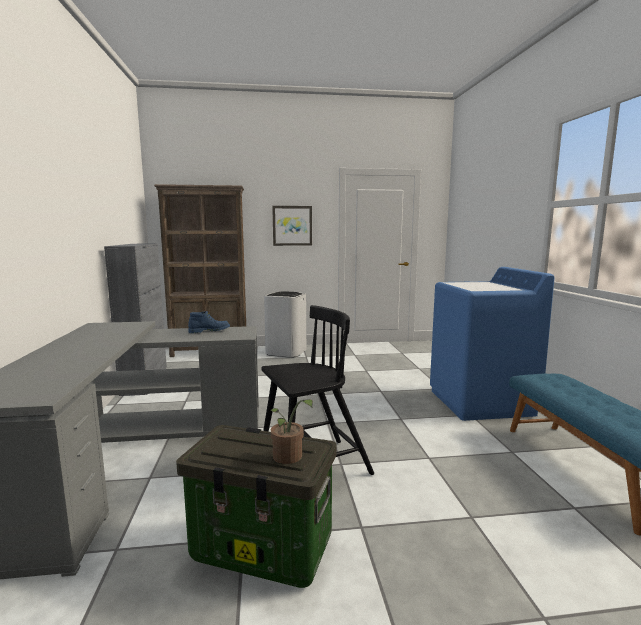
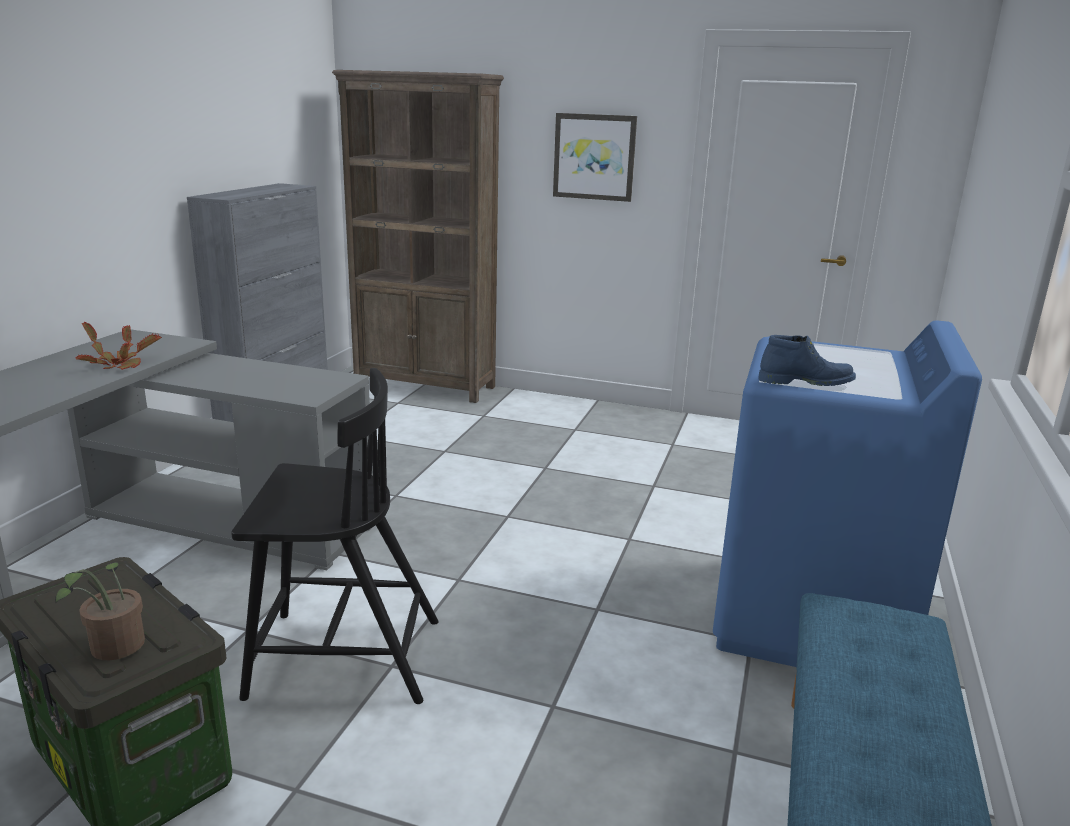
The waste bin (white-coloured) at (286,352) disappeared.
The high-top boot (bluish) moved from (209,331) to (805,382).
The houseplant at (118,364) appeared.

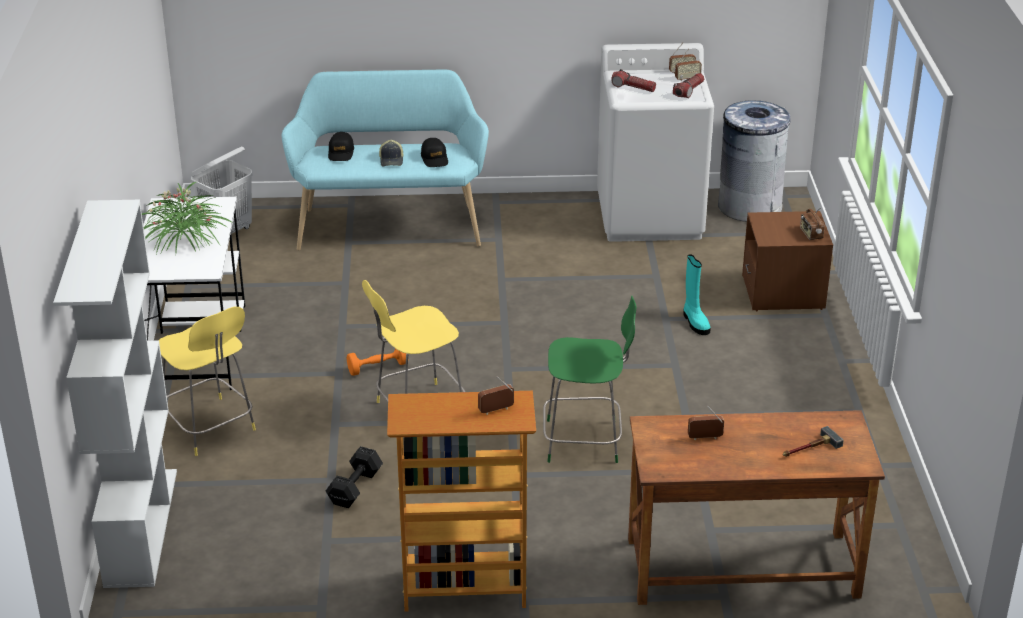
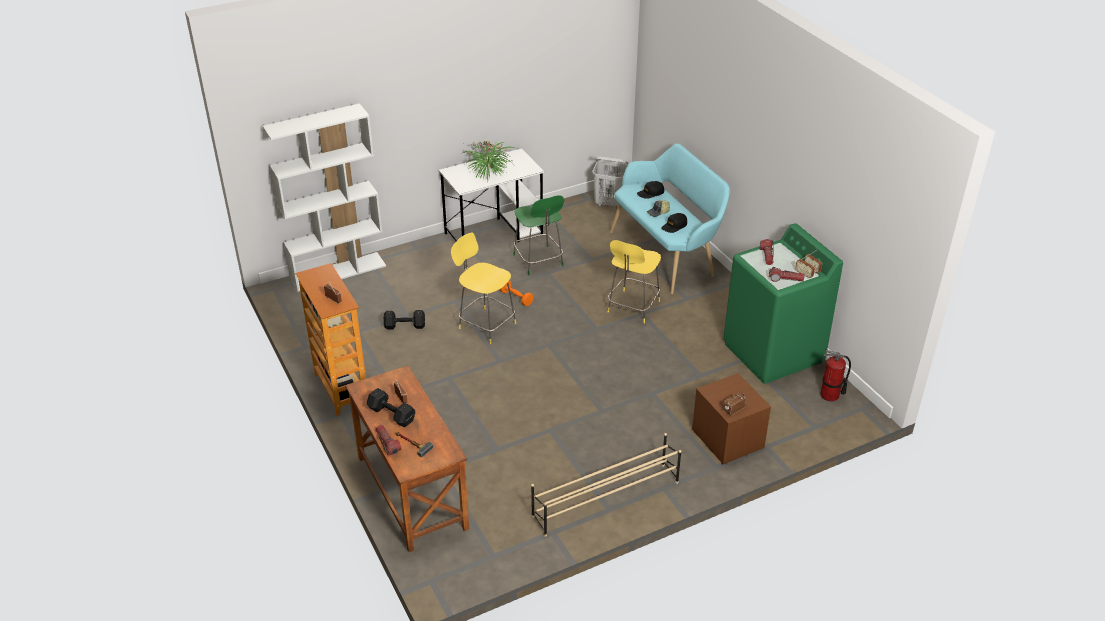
The laundry machine (white-coloured) at (650,216) became the laundry machine (green-coloured) at (773,353).
The waste bin (gray) at (749,206) was replaced by the fire extinguisher at (830,395).
The high-top boot (blue-green) at (695,322) disappeared.
The stool (green-coloured) moved from (585,441) to (539,261).
The stool (yellow) moved from (210,428) to (632,307).
The dumbbell (black-coloured) at (391,414) appeared.
The hand torch at (387,443) appeared.
The shoe stand (beige-coloured) at (605,499) appeared.

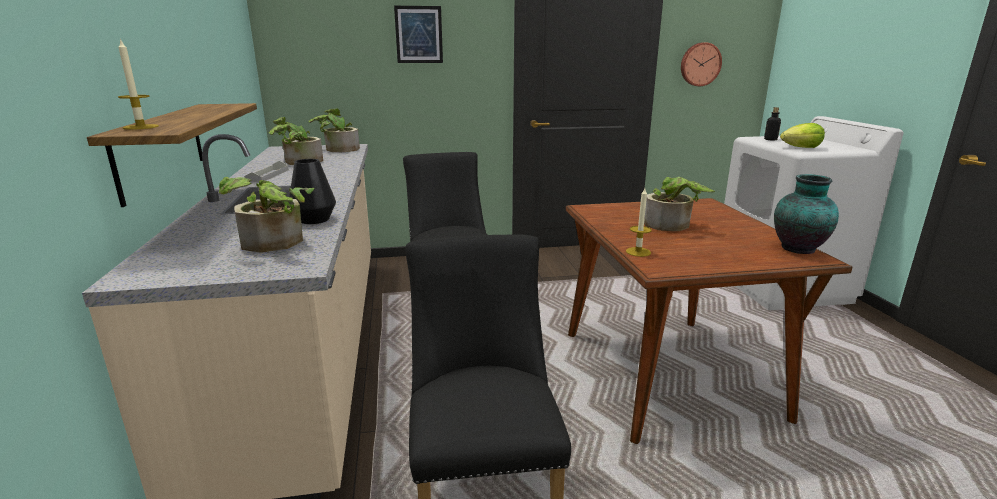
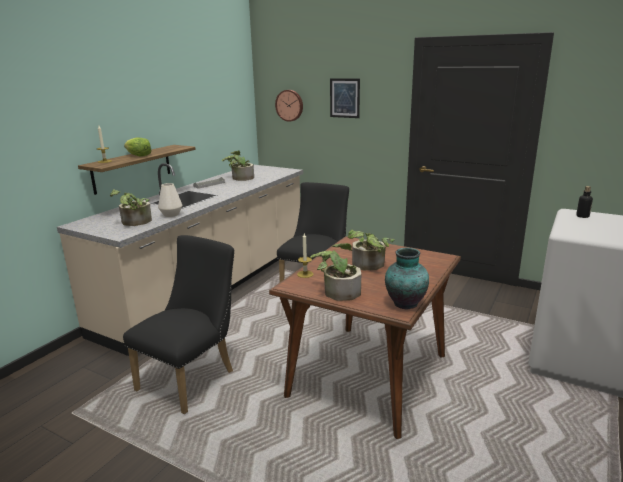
The wall clock moved from (700,64) to (290,105).
The houseplant moved from (338,149) to (337,290).
The head of lettuce moved from (801,148) to (138,156).
The vase (black-coloured) at (314,220) became the vase (white-coloured) at (171,214).

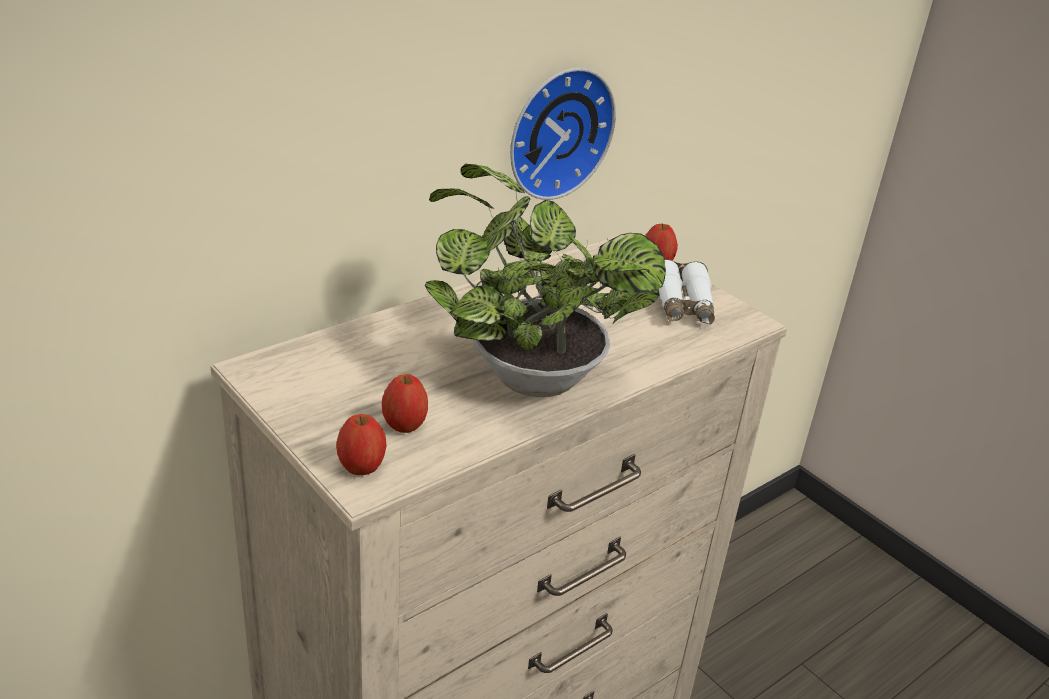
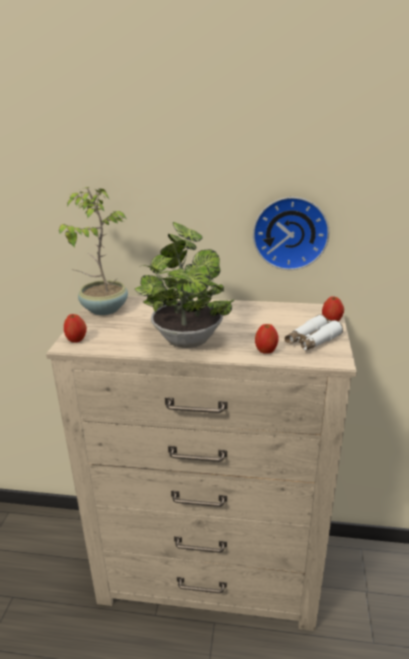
The apple moved from (405,424) to (266,350).
The houseplant at (103,309) appeared.

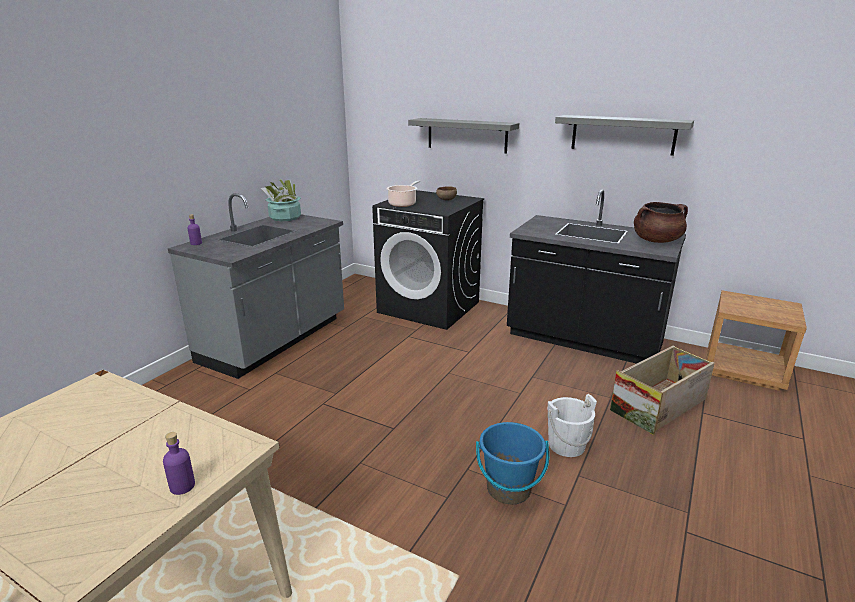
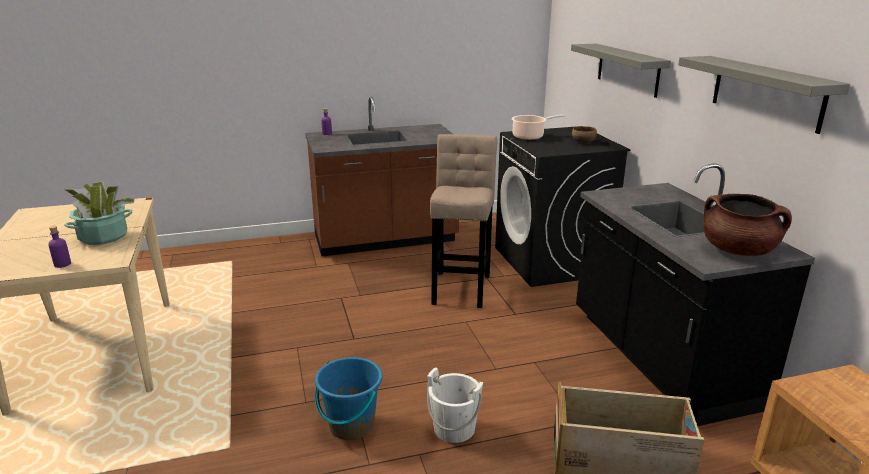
The houseplant moved from (285,217) to (103,237).
The kitchen counter (gray) at (276,340) became the kitchen counter (brownish) at (385,240).
The stool (beige-coloured) at (461,287) appeared.

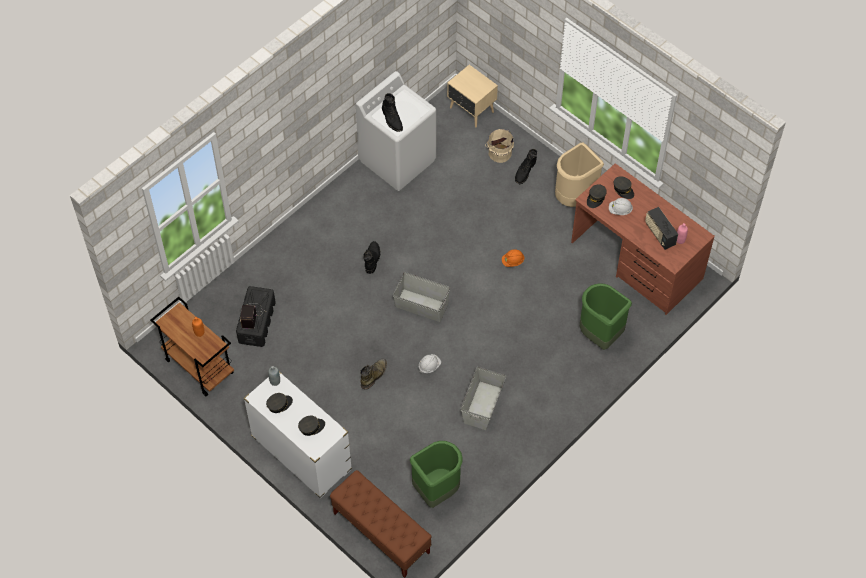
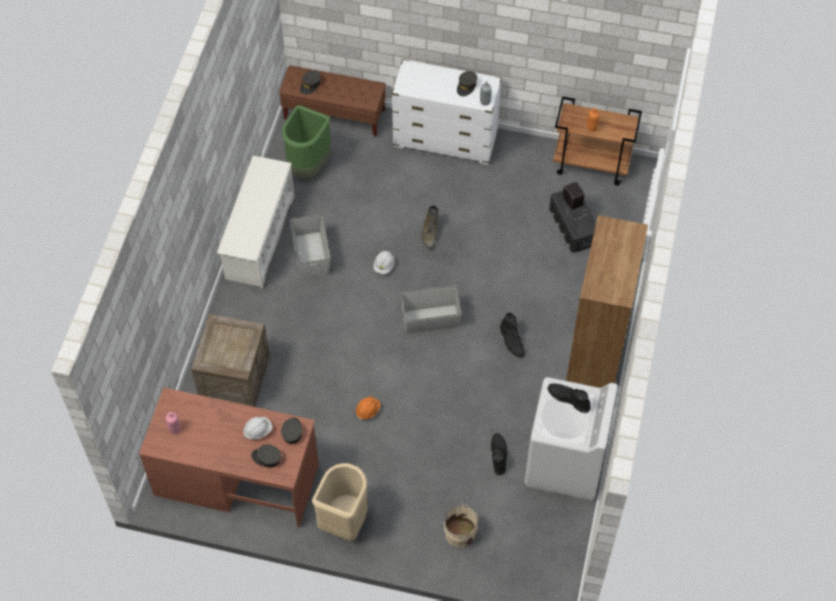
The bedside table (beige-coloured) at (471,111) disappeared.
The high-top boot (black-coloured) moved from (525,171) to (498,455).
The radio at (659,234) disappeared.
The waste bin (green-coloured) at (599,335) was replaced by the crate at (234,377).
The peaked cap (gray) moved from (311,427) to (310,85).
The shoe stand (white-coloured) at (260,237) appeared.
The bookshelf (brownish) at (592,372) appeared.

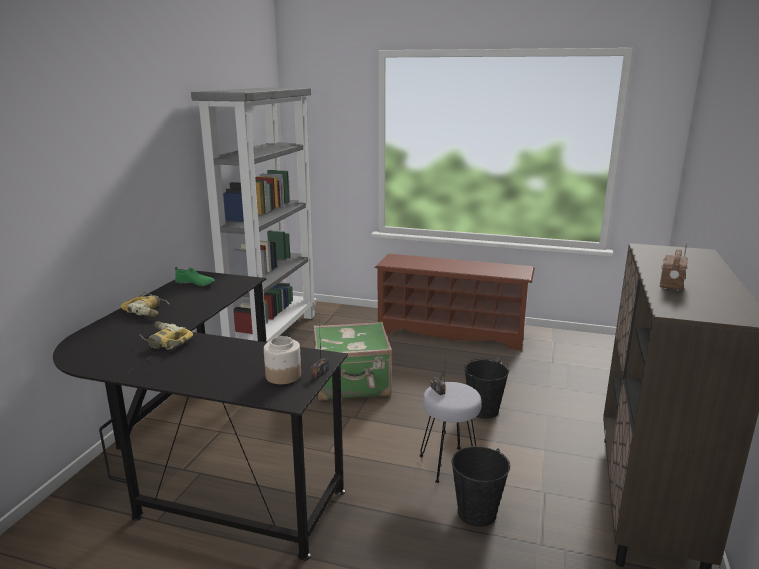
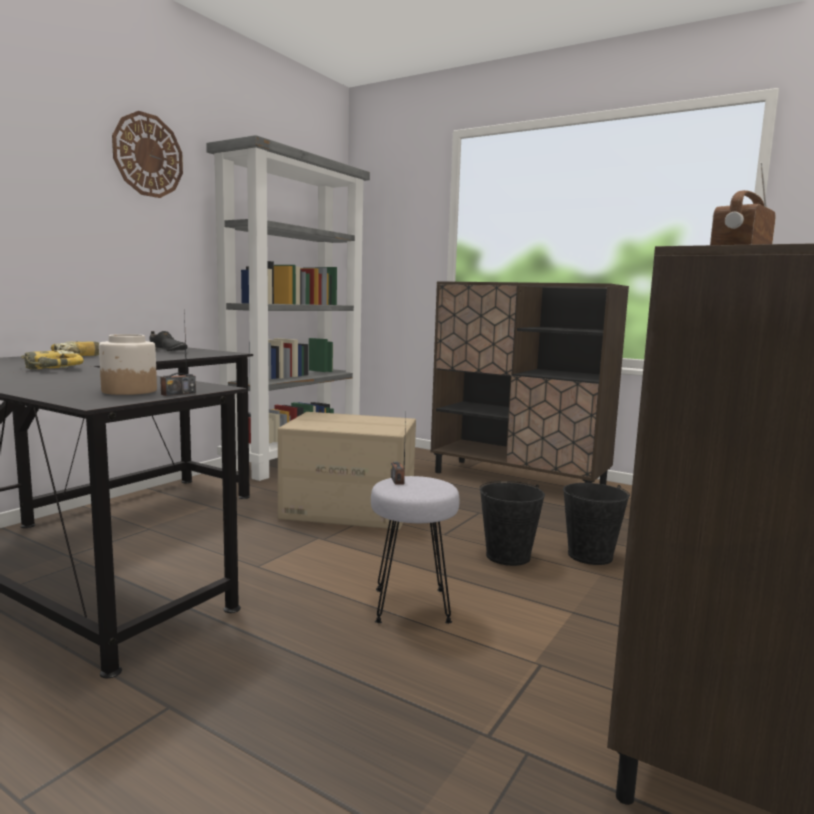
The shoe stand (brownish) at (452,332) was replaced by the storage cabinet (brownish) at (518,480).
The shoe (green-coloured) at (195,283) became the shoe (black-coloured) at (168,350).
The piece of luggage (green-coloured) at (352,384) was replaced by the cardboard box at (349,509).
The water bucket (black-coloured) moved from (476,512) to (589,555).
The wall clock at (148,155) appeared.

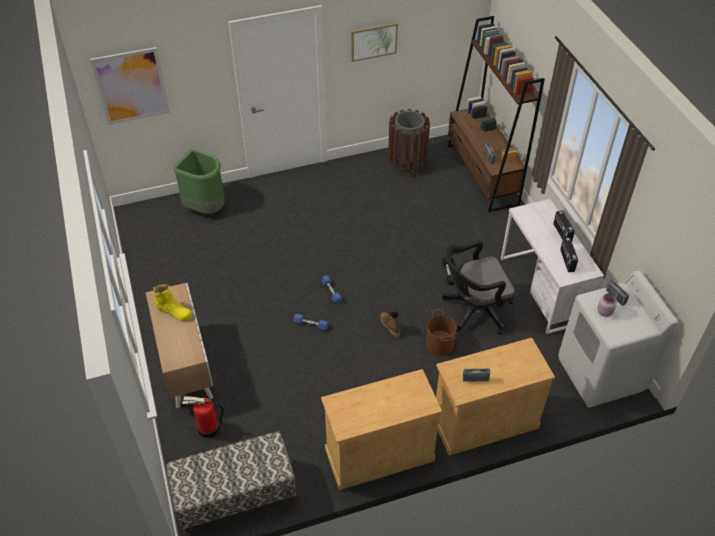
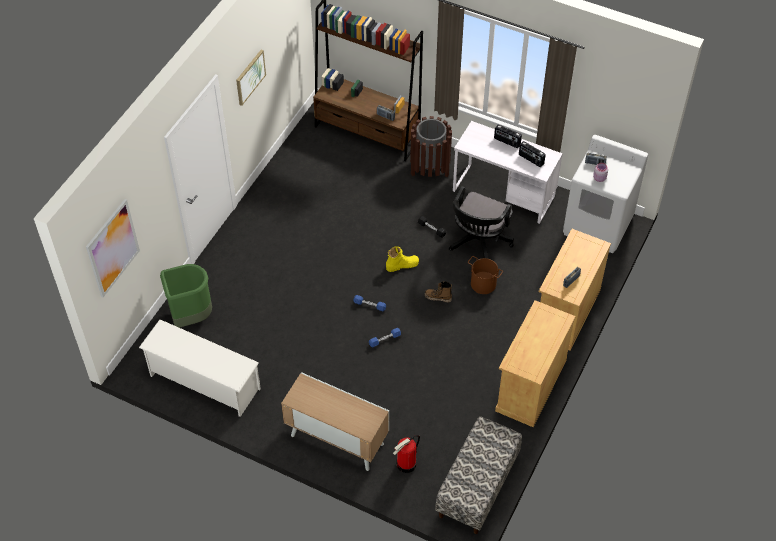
The waste bin (brownish) moved from (407,165) to (430,169).
The high-top boot (yellow) moved from (174,311) to (402,265).
The shoe stand (white-coloured) at (204,382) appeared.

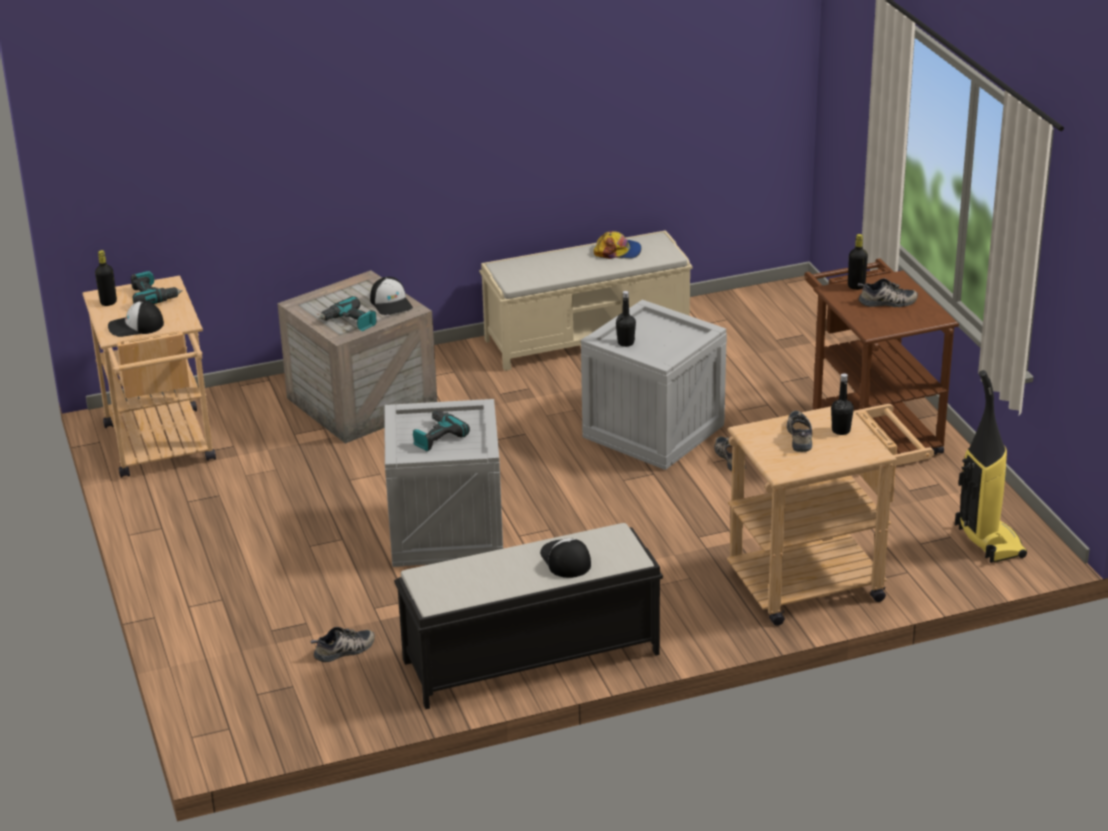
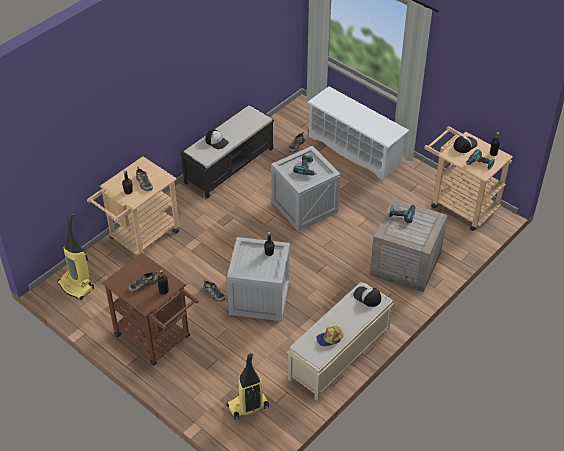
The peaked cap moved from (391,303) to (367,297).
The shoe stand (white-coloured) at (355,150) appeared.
The hoover at (248,407) appeared.

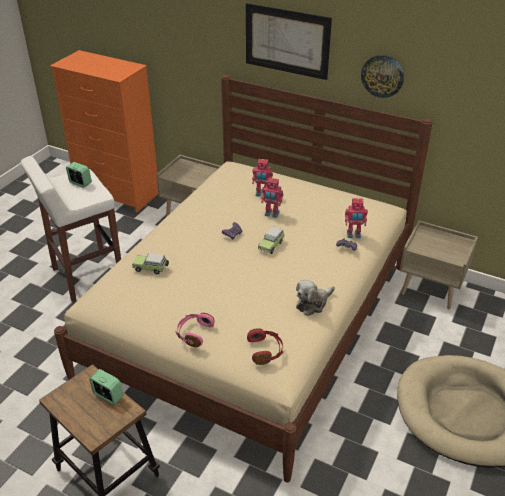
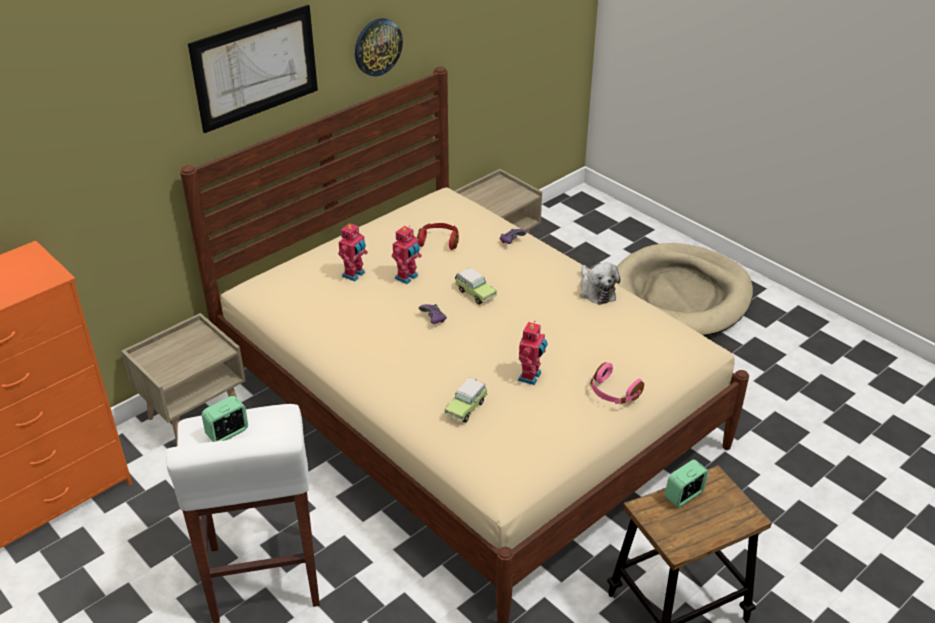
The robot figure moved from (353,235) to (531,377).
The pair of headphones (red) moved from (265,351) to (439,241).

